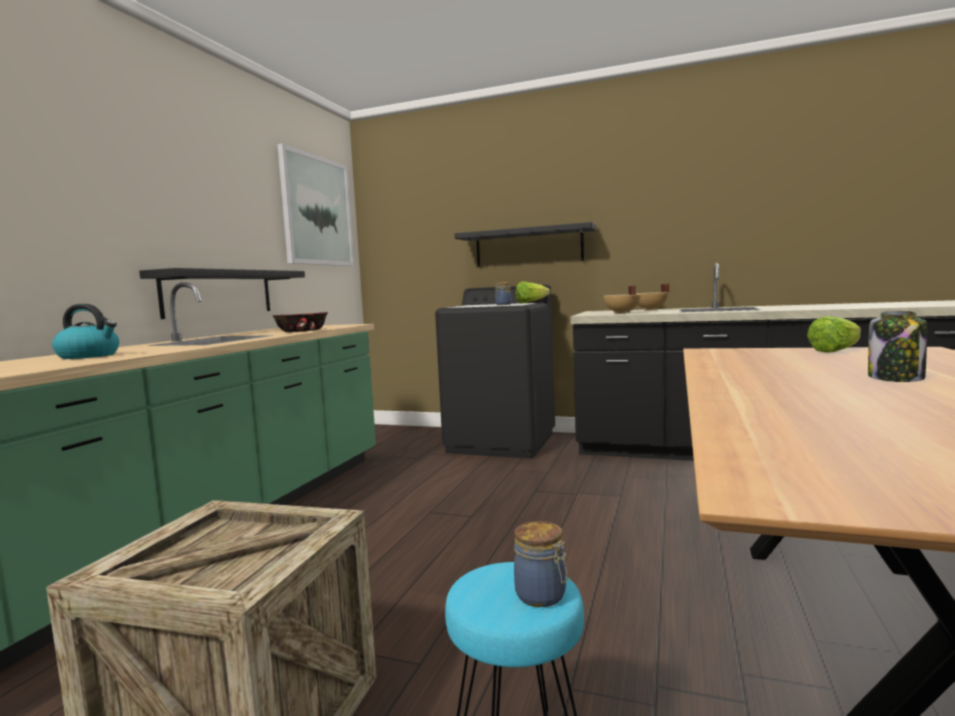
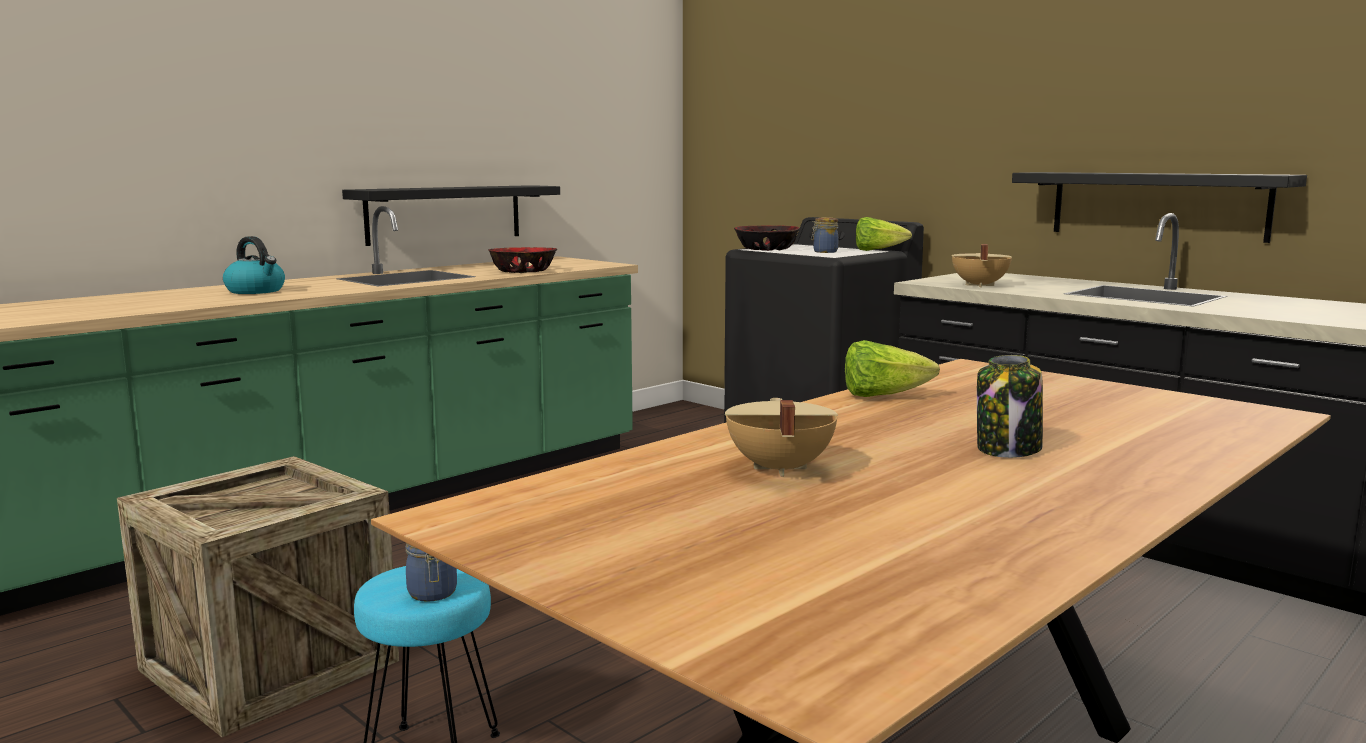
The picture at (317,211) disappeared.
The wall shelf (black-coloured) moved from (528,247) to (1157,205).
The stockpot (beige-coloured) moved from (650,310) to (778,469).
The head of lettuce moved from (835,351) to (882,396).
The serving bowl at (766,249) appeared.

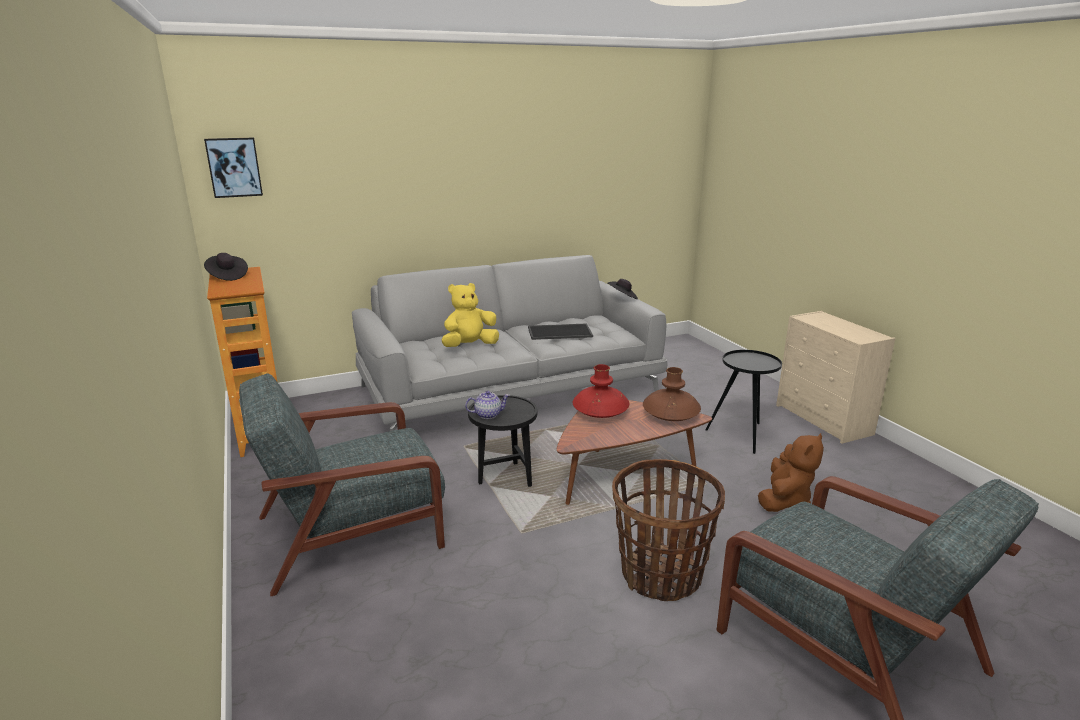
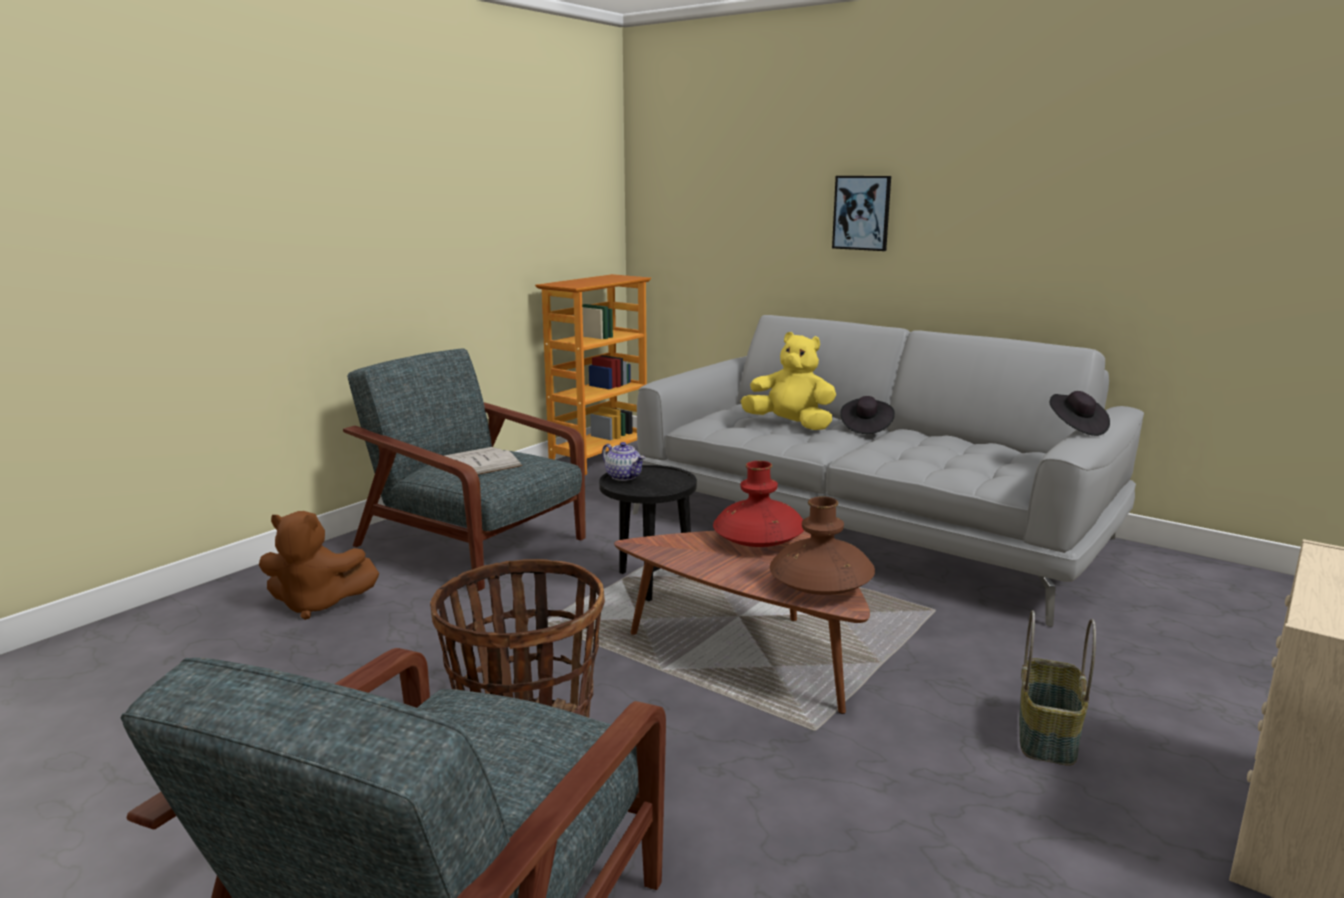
The picture moved from (234,167) to (862,213).
The clothing hat (black-coloured) moved from (227,276) to (865,427).
The serving tray at (560,332) disappeared.
The side table (black-coloured) at (742,435) was replaced by the basket at (1049,736).
The plush toy (brownish) moved from (784,500) to (317,604).
The book (white-coloured) at (480,462) appeared.

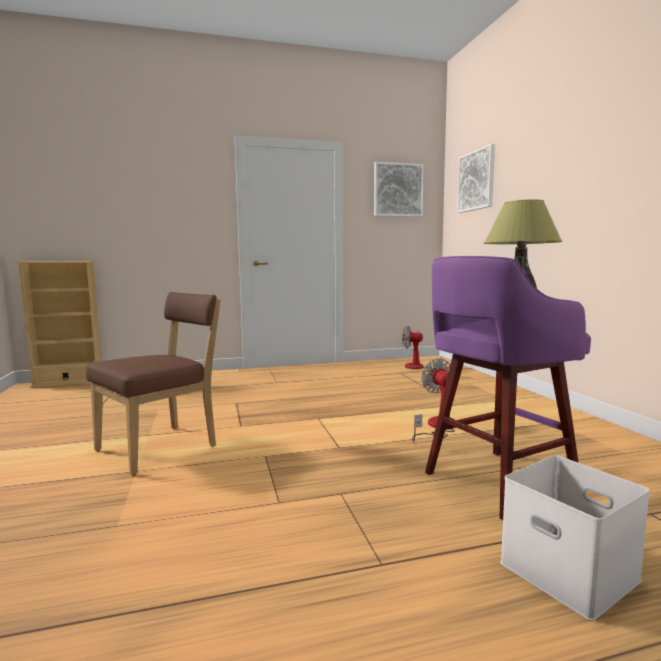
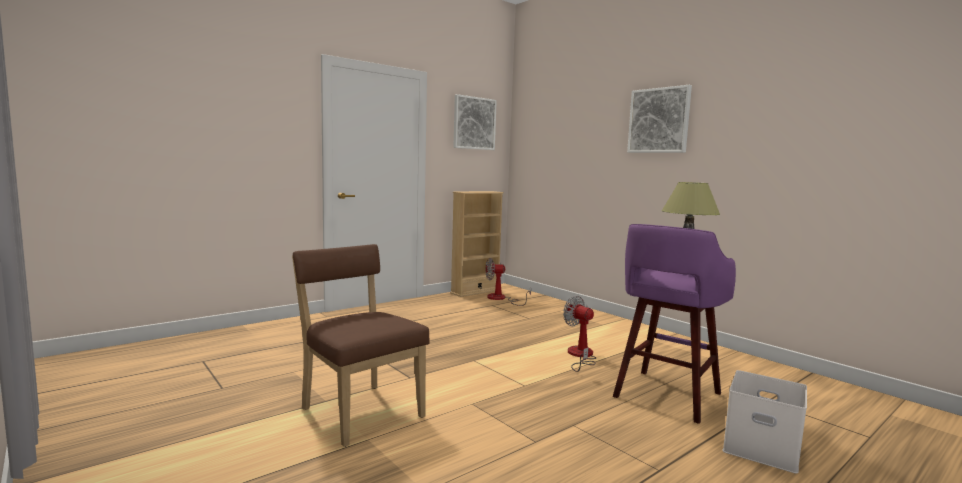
The picture moved from (476,180) to (659,120).
The bookshelf (beige-coloured) moved from (68,383) to (475,291).
The plain chair (brownish) at (162,447) turned 60 degrees counterclockwise.

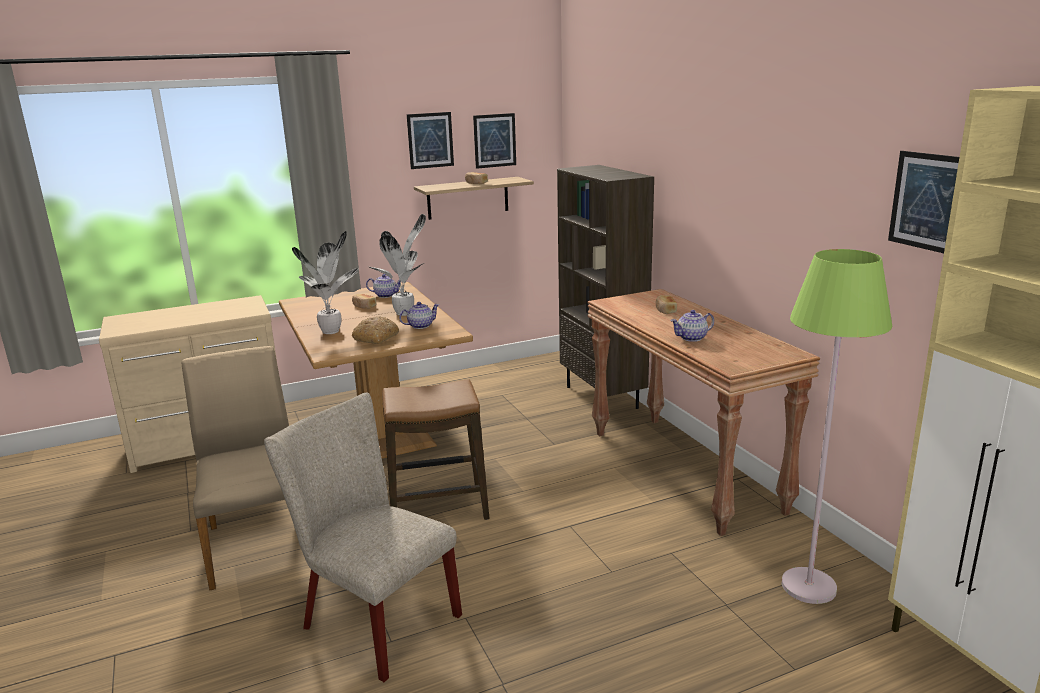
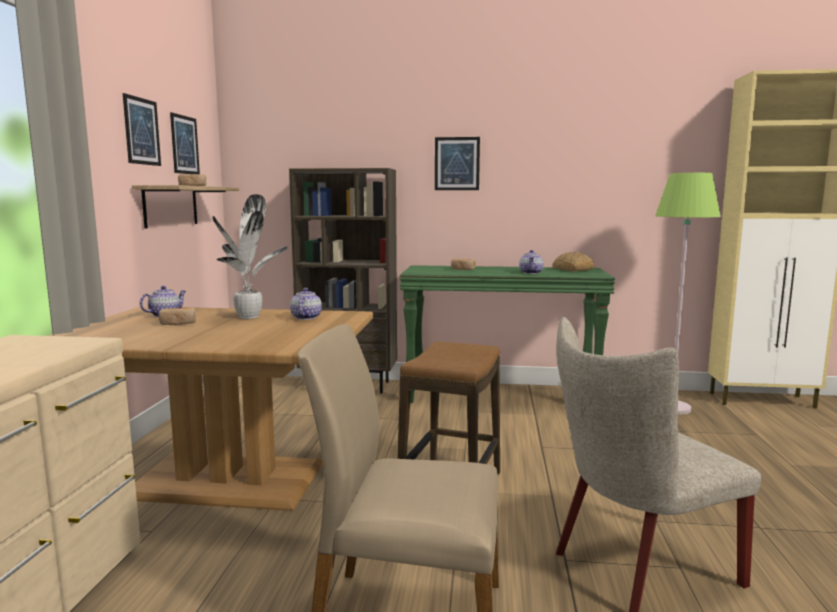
The picture moved from (928,201) to (457,163).
The houseplant at (332,332) disappeared.
The narrow table (brownish) at (685,470) became the narrow table (green-coloured) at (501,395).
The bread moved from (376,337) to (572,269).

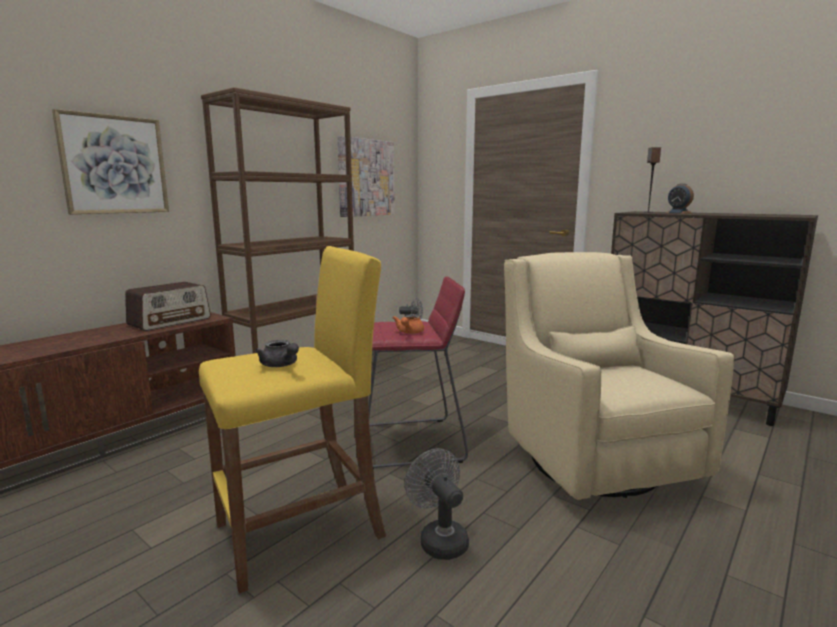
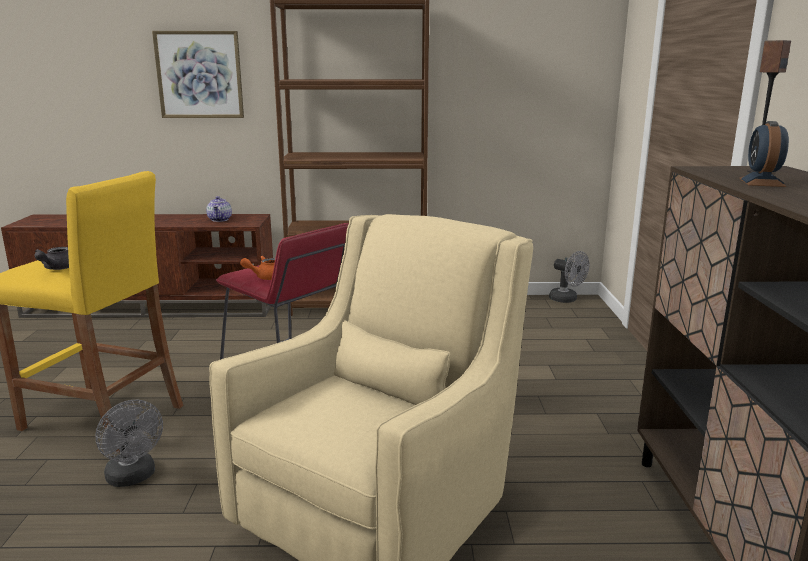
The picture at (366,178) disappeared.
The radio at (170,321) was replaced by the pot for tea at (220,220).
The electric fan (gray) at (439,539) turned 120 degrees clockwise.

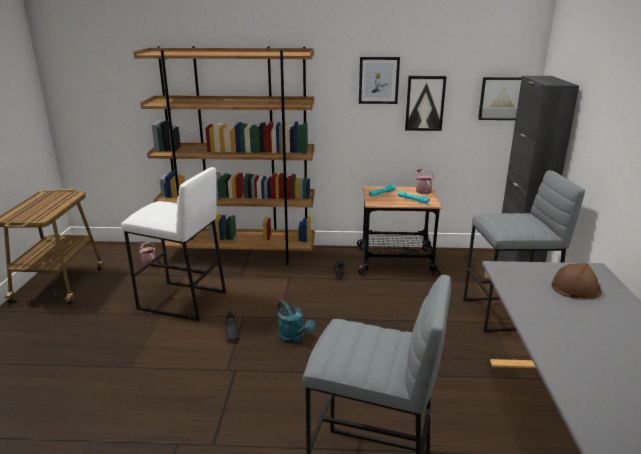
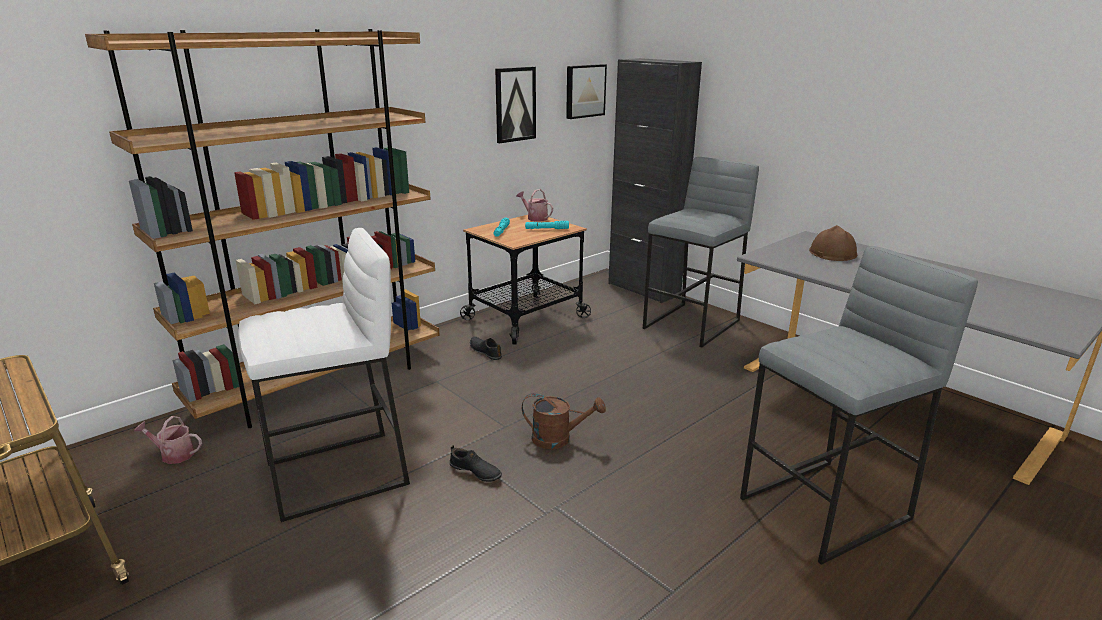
The picture at (378,80) disappeared.
The watering can (blue-green) at (294,338) became the watering can (brownish) at (558,439).

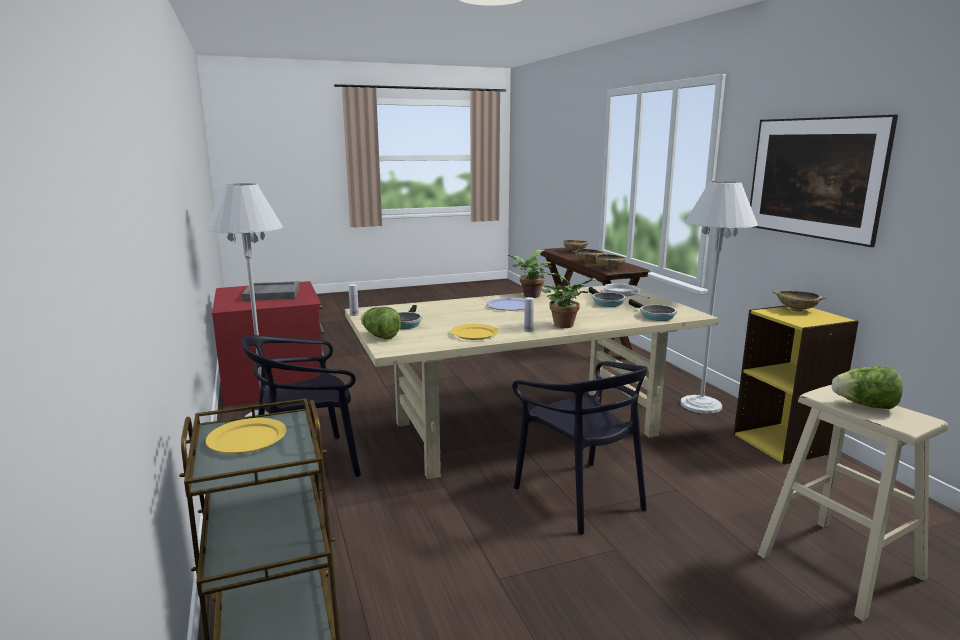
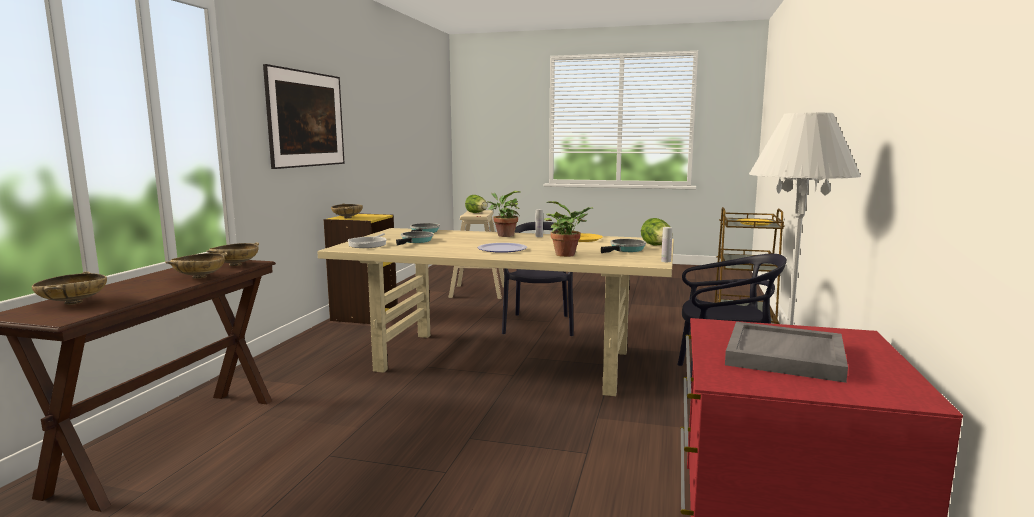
The standing lamp (white-coloured) at (700,405) disappeared.
The houseplant moved from (529,296) to (568,255).

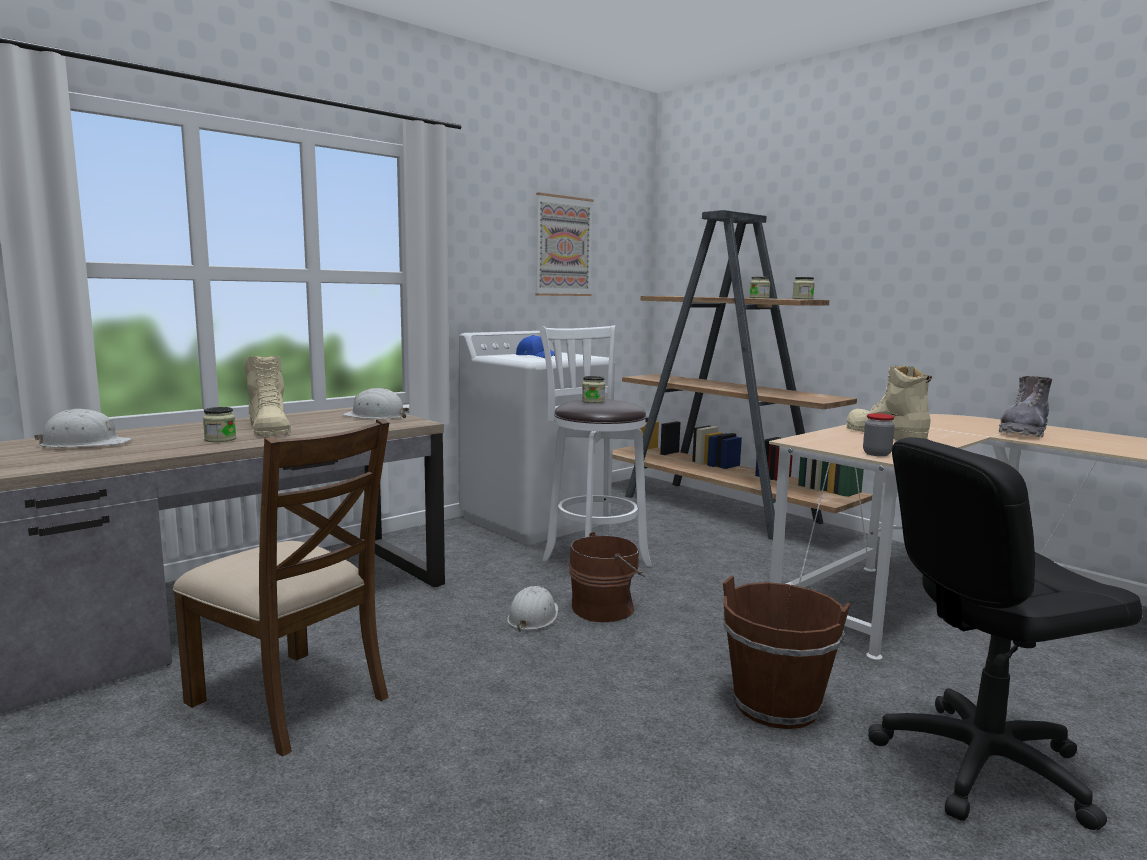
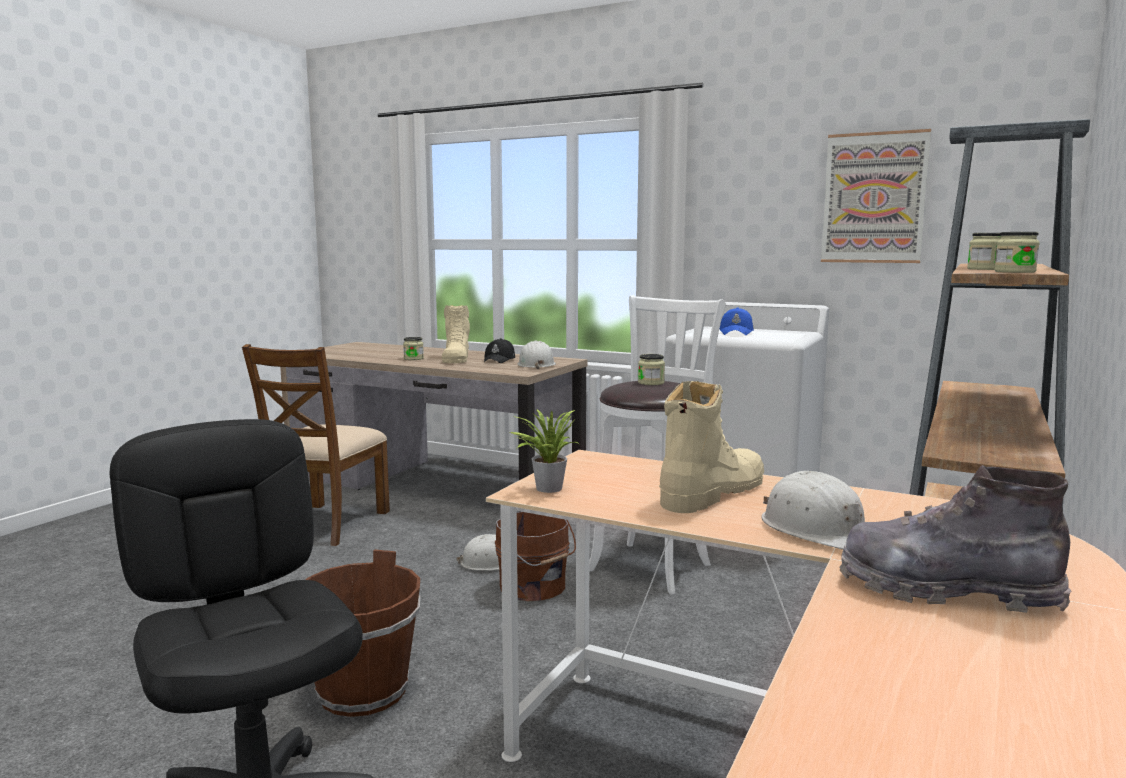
The high-top boot (beige-coloured) at (269,429) turned 45 degrees counterclockwise.
The safety helmet (white-coloured) moved from (85,444) to (818,530).
The preserve jar at (876,454) was replaced by the houseplant at (546,488).
The peaked cap (black-coloured) at (499,360) appeared.

